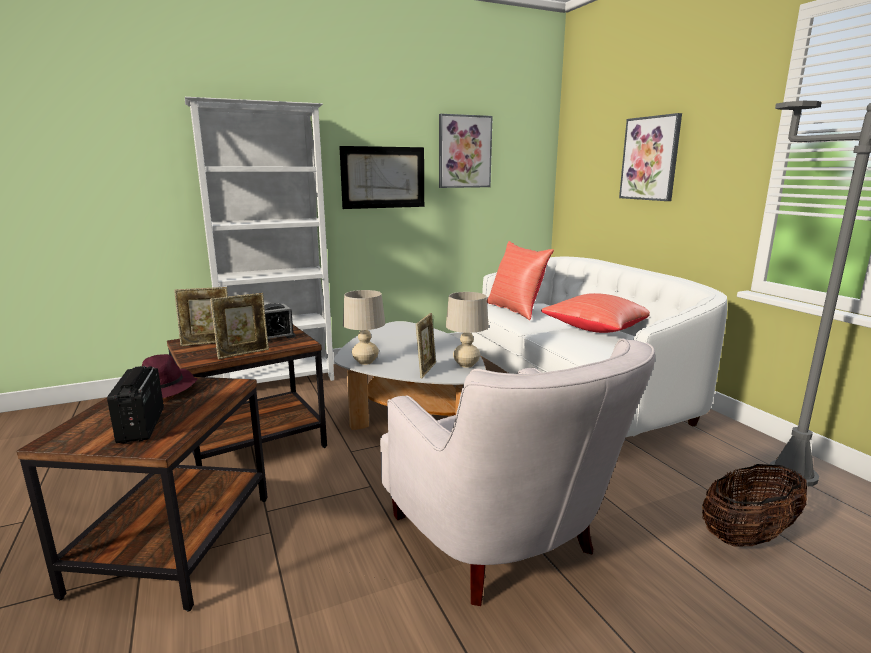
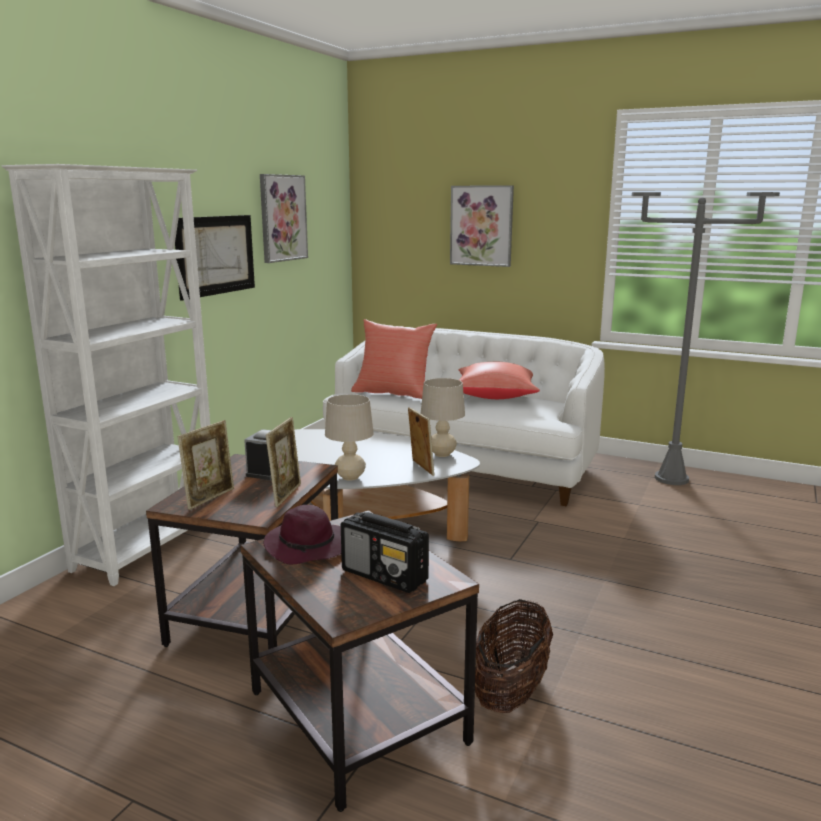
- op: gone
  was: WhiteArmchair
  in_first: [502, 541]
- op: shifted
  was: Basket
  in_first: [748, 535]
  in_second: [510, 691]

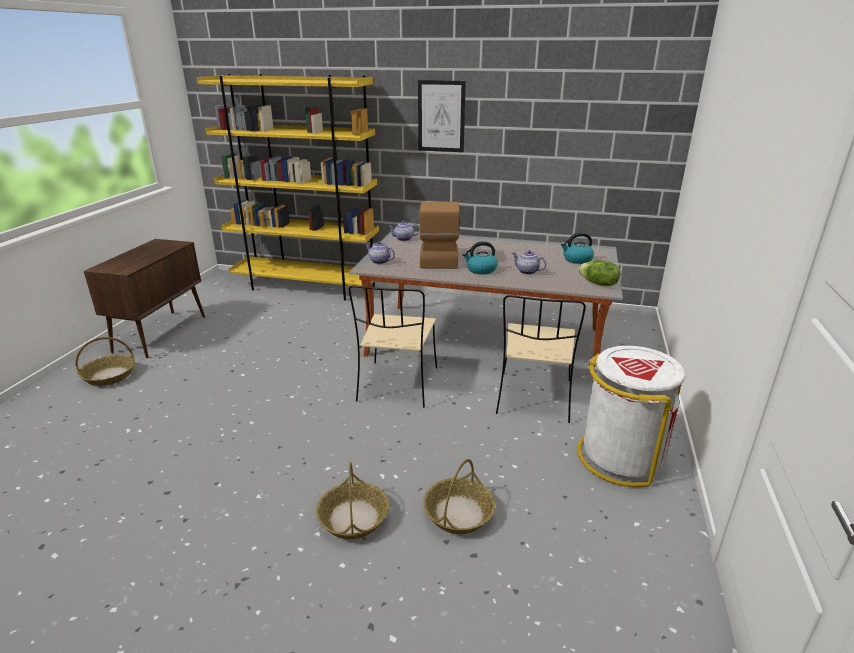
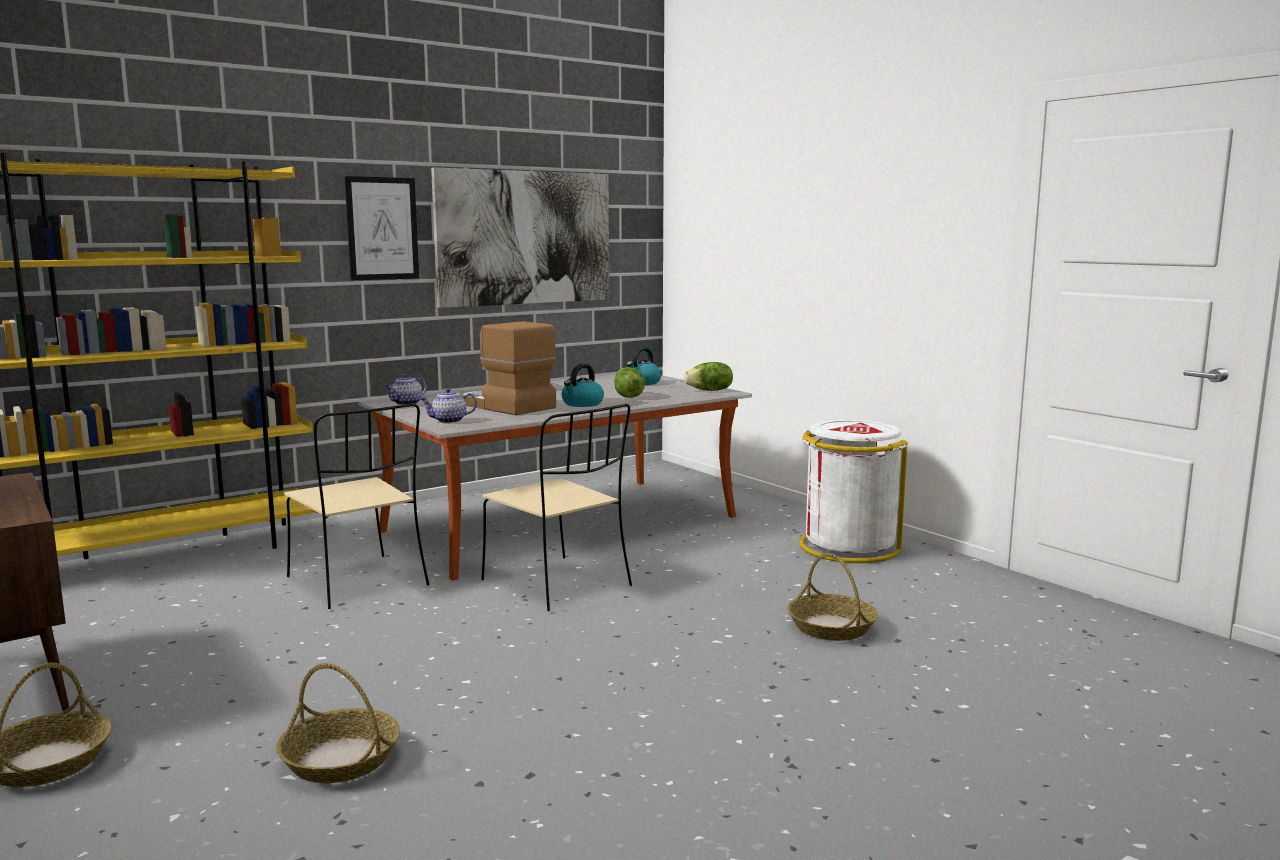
- op: swapped
  was: Teapot
  now: Lettuce
  in_first: [527, 271]
  in_second: [627, 396]
- op: shifted
  was: BeigeChair
  in_first: [534, 398]
  in_second: [359, 582]
- op: shifted
  was: Basket
  in_first: [353, 518]
  in_second: [339, 759]
- op: new
  now: Picture
  in_second: [524, 238]

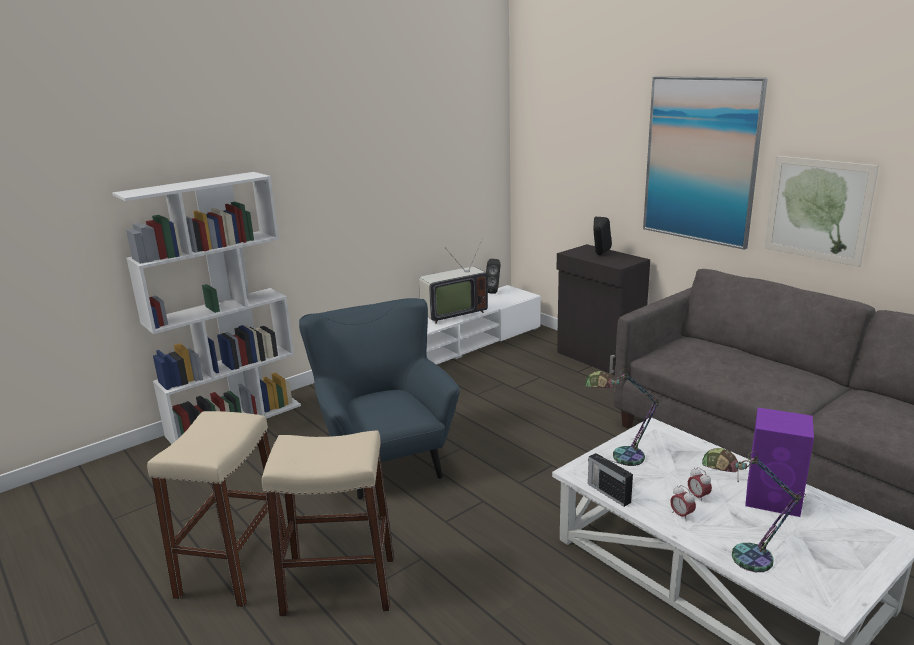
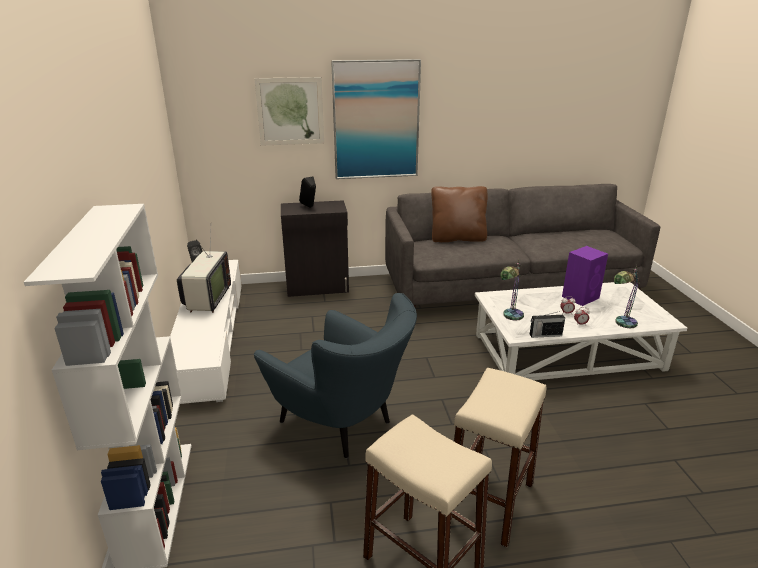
- op: shifted
  was: Picture
  in_first: [817, 209]
  in_second: [290, 111]
- op: rotated
  was: BlueArmchair
  in_first: [384, 458]
  in_second: [342, 425]
  clockwise: -150
- op: new
  now: BrownPillow
  in_second: [457, 238]

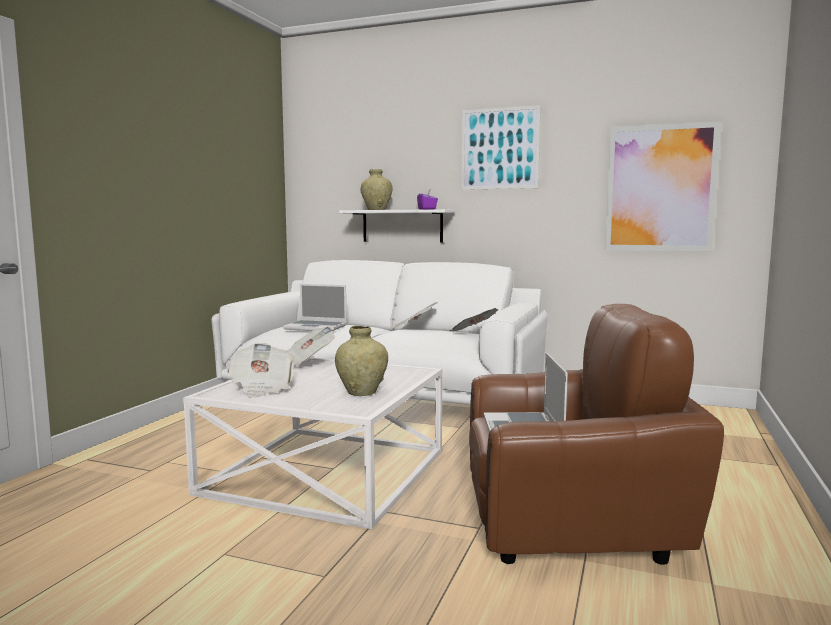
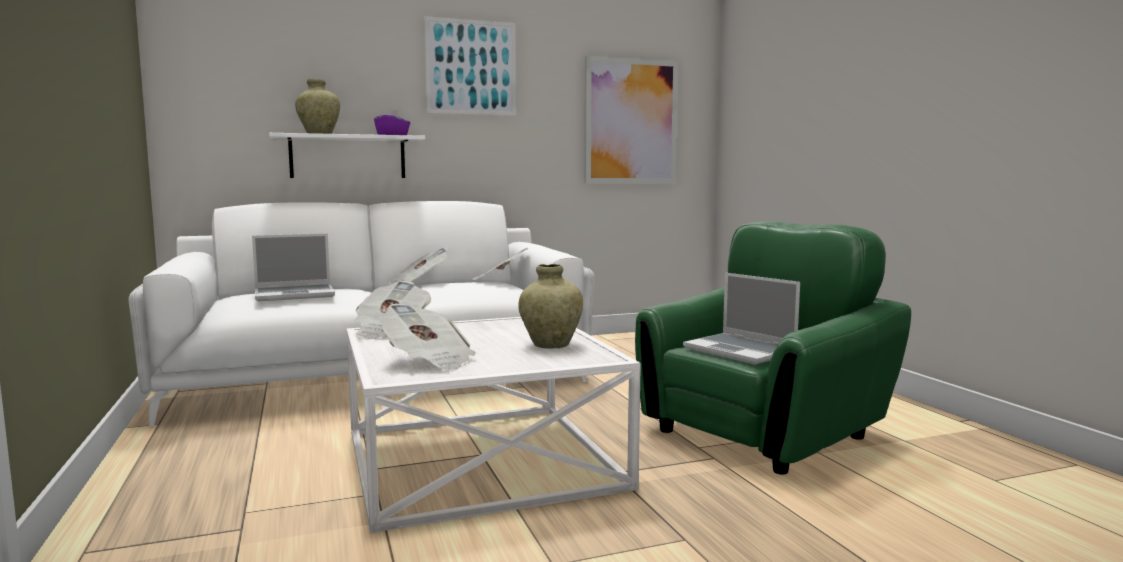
- op: repainted
  was: BrownArmchair
  now: GreenArmchair
  in_first: [571, 523]
  in_second: [763, 433]

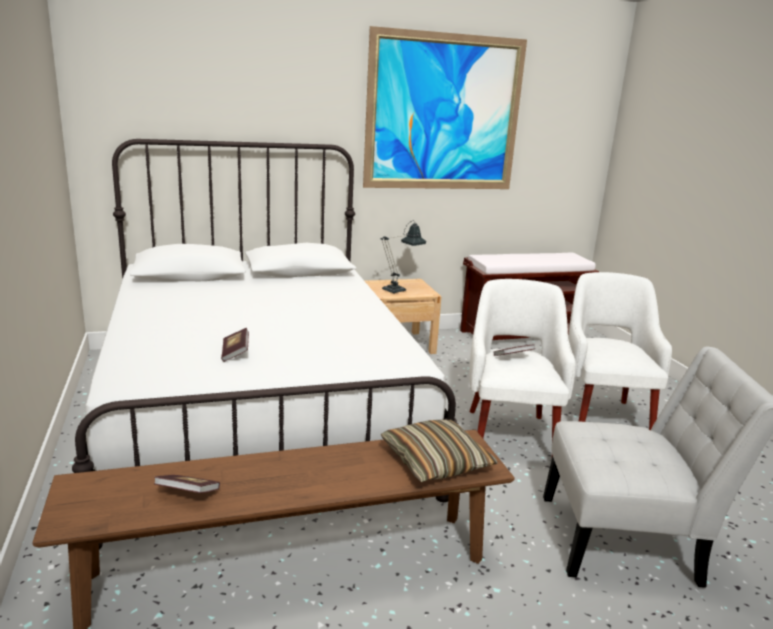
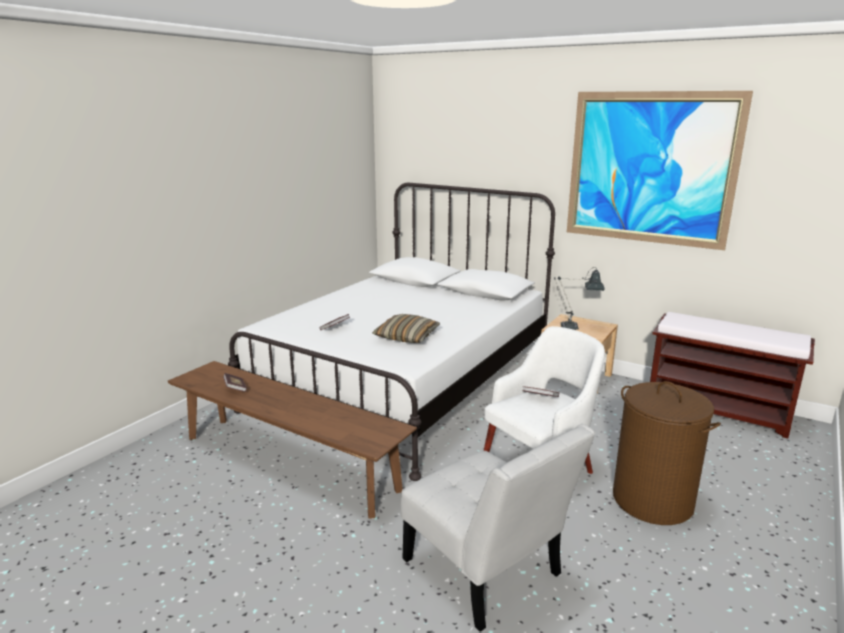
- op: swapped
  was: WhiteArmchair
  now: BrownLaundryBasket
  in_first: [601, 418]
  in_second: [653, 500]
- op: shifted
  was: Pillow
  in_first: [435, 461]
  in_second: [407, 336]

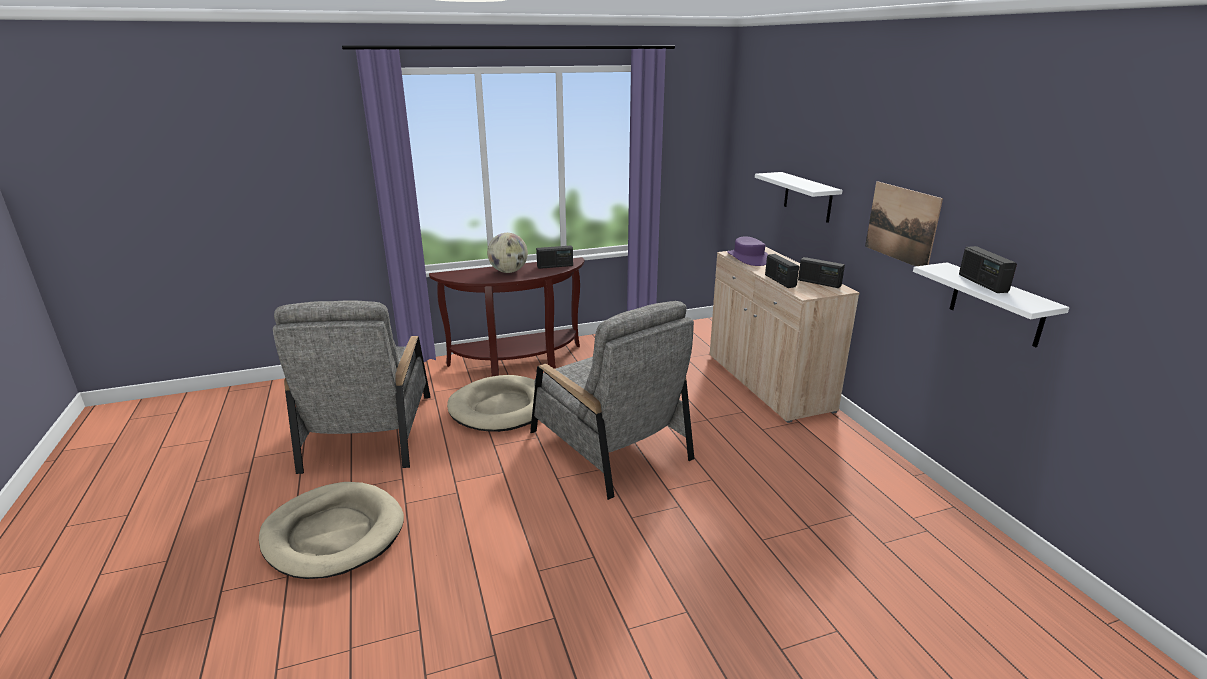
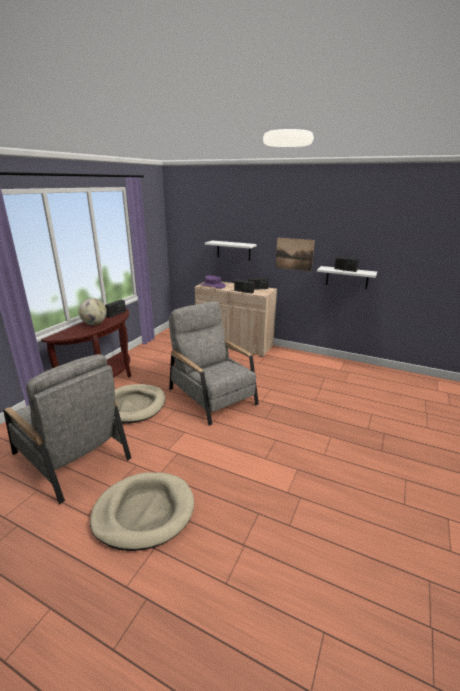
- op: rotated
  was: GreyArmchair
  in_first: [608, 445]
  in_second: [213, 396]
  clockwise: -135

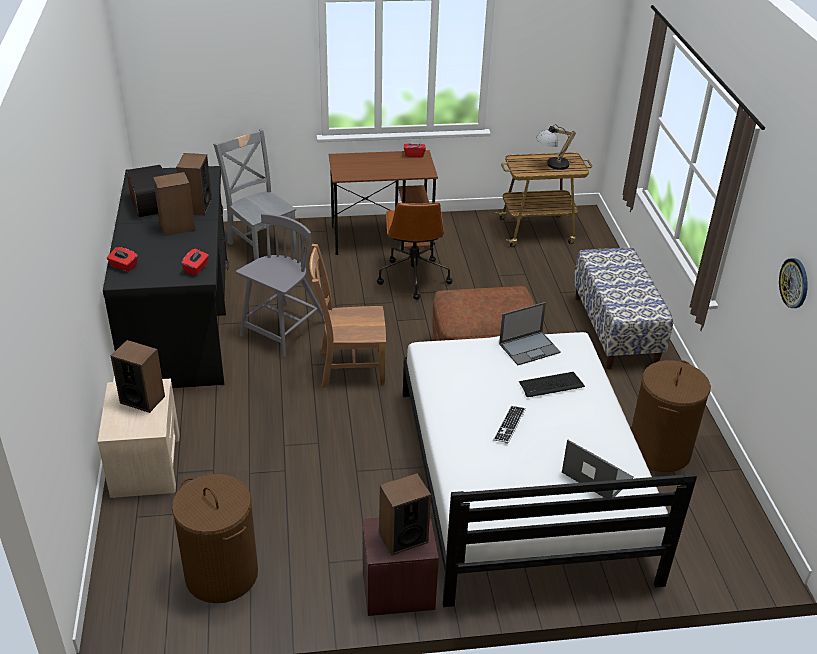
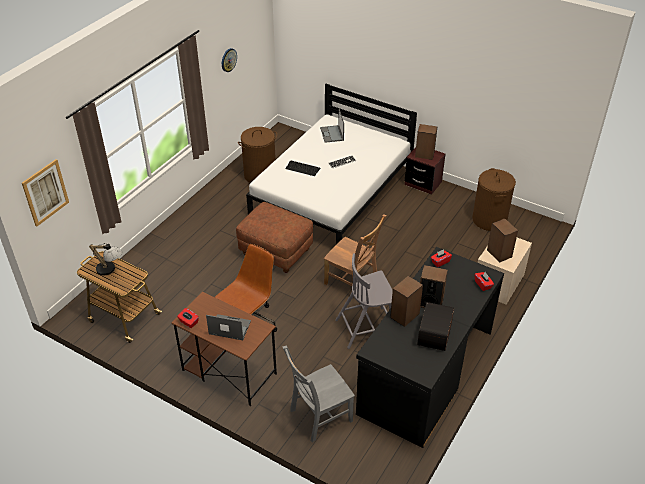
- op: rotated
  was: GreyChair
  in_first: [261, 245]
  in_second: [318, 416]
  clockwise: 60
- op: gone
  was: Bench
  in_first: [615, 330]
- op: shifted
  was: Laptop
  in_first: [530, 348]
  in_second: [229, 327]
- op: new
  now: Picture
  in_second: [45, 192]

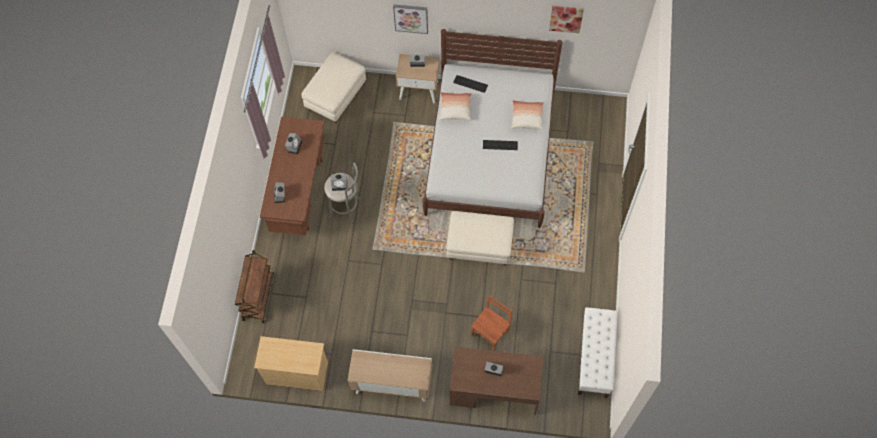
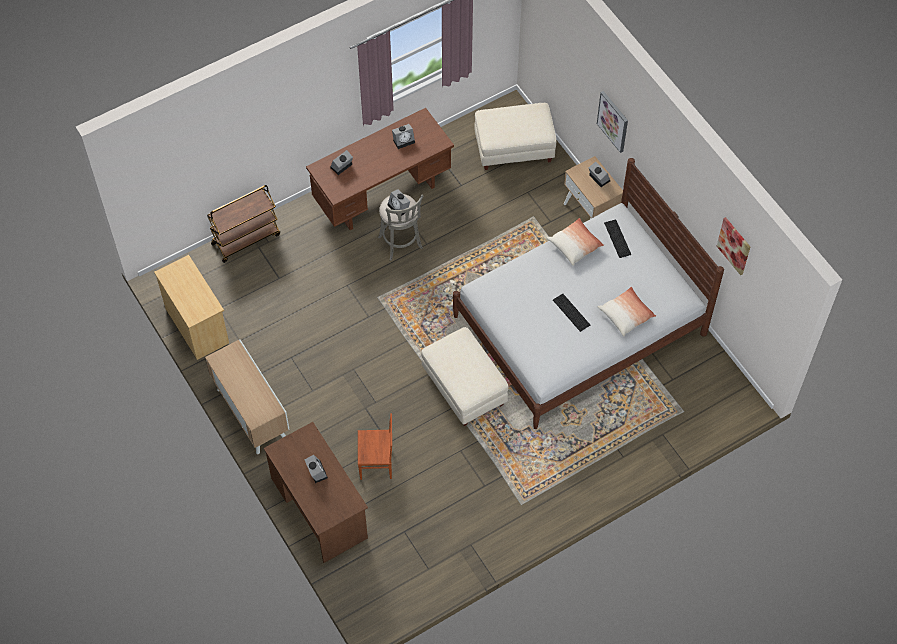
- op: gone
  was: WhiteBench
  in_first: [594, 359]

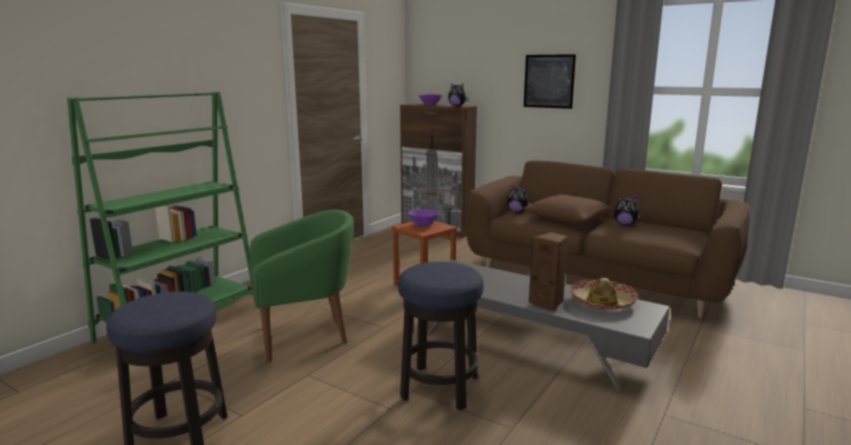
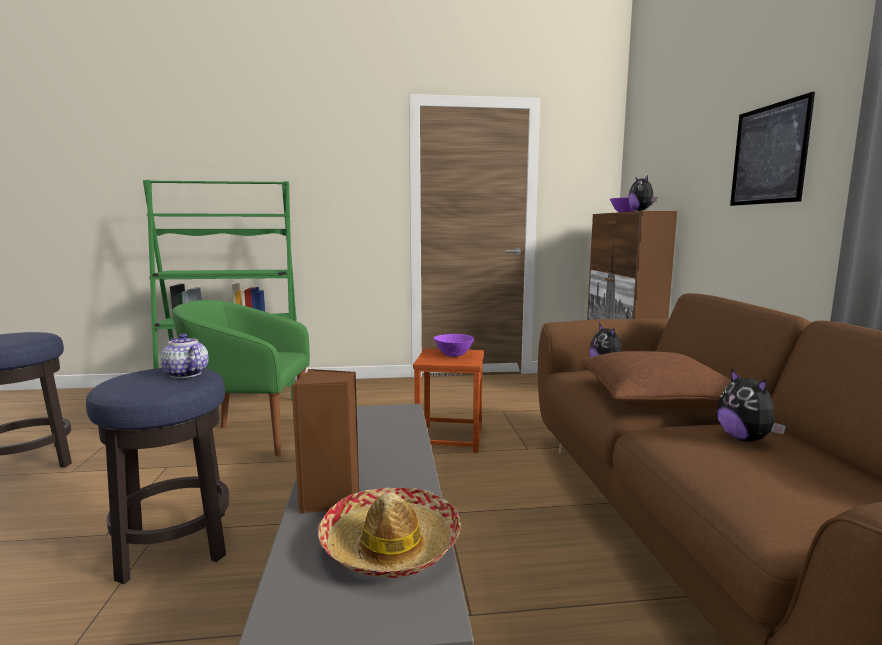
- op: rotated
  was: GreenArmchair
  in_first: [305, 336]
  in_second: [250, 437]
  clockwise: 150
- op: new
  now: Teapot
  in_second: [186, 374]

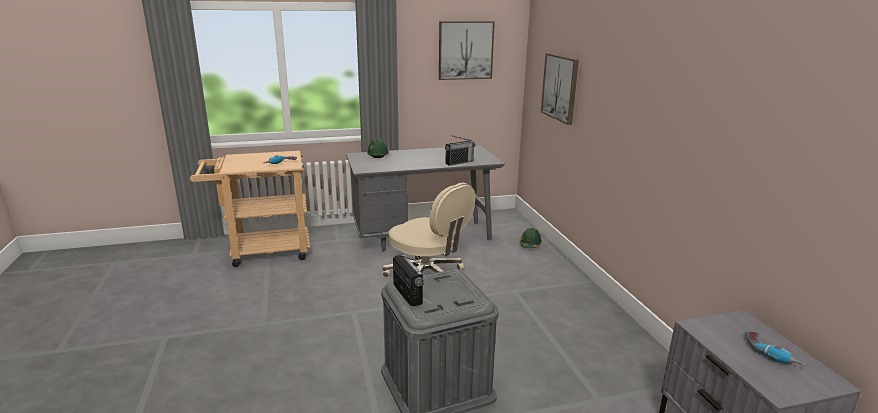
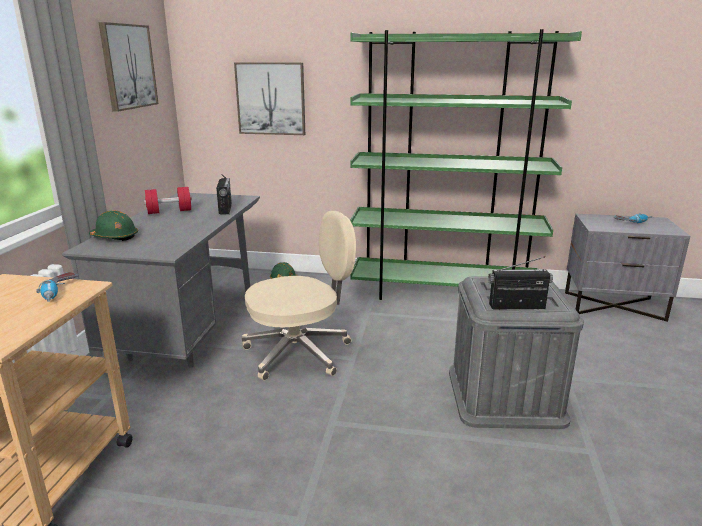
- op: new
  now: GreenBookcase
  in_second: [444, 293]
- op: new
  now: RedDumbbell
  in_second: [169, 211]

